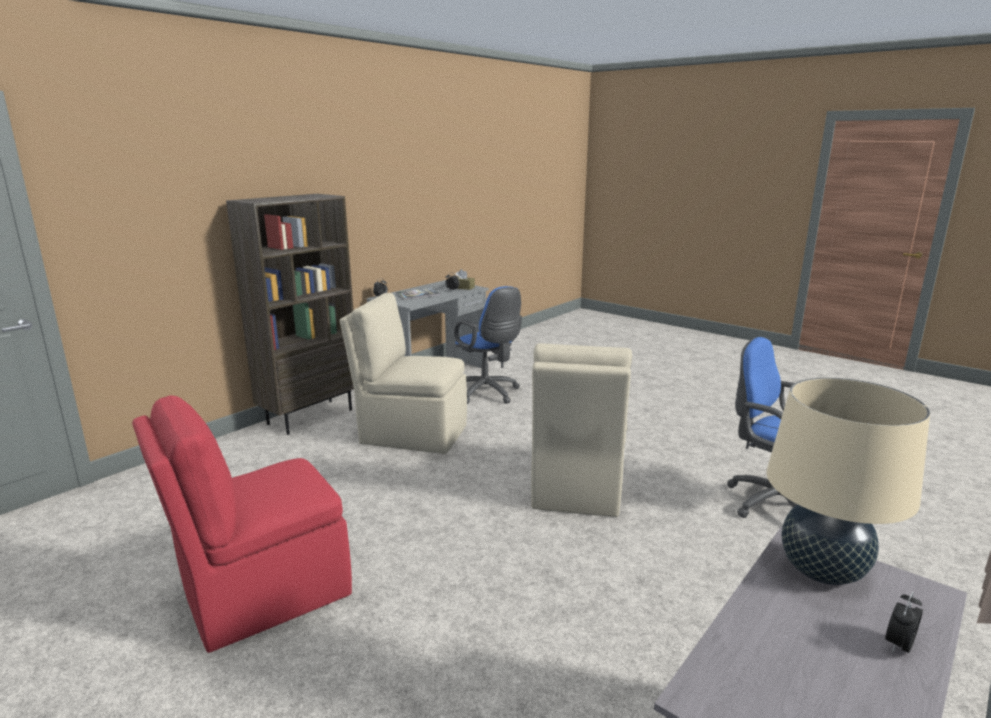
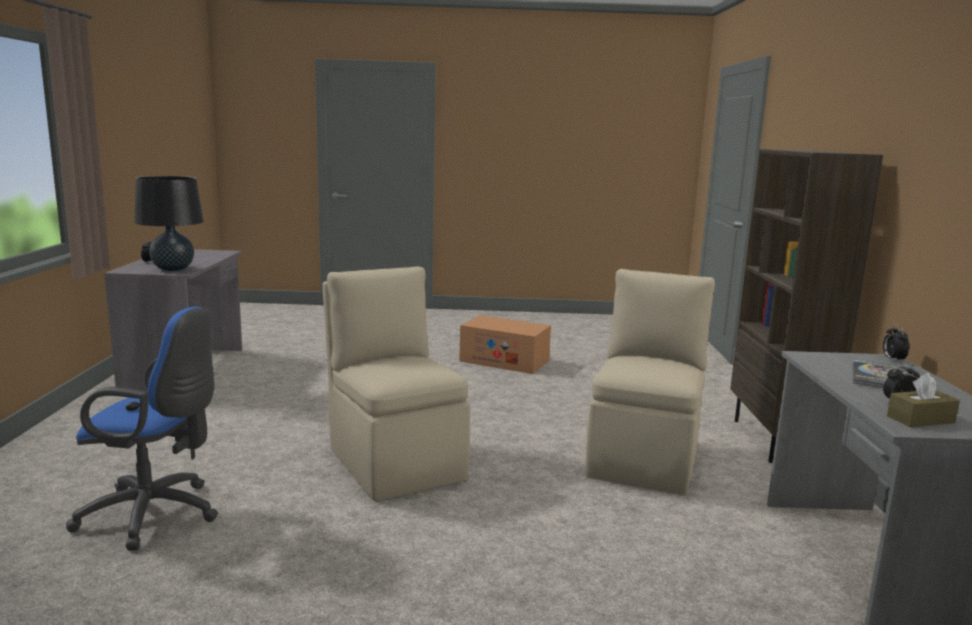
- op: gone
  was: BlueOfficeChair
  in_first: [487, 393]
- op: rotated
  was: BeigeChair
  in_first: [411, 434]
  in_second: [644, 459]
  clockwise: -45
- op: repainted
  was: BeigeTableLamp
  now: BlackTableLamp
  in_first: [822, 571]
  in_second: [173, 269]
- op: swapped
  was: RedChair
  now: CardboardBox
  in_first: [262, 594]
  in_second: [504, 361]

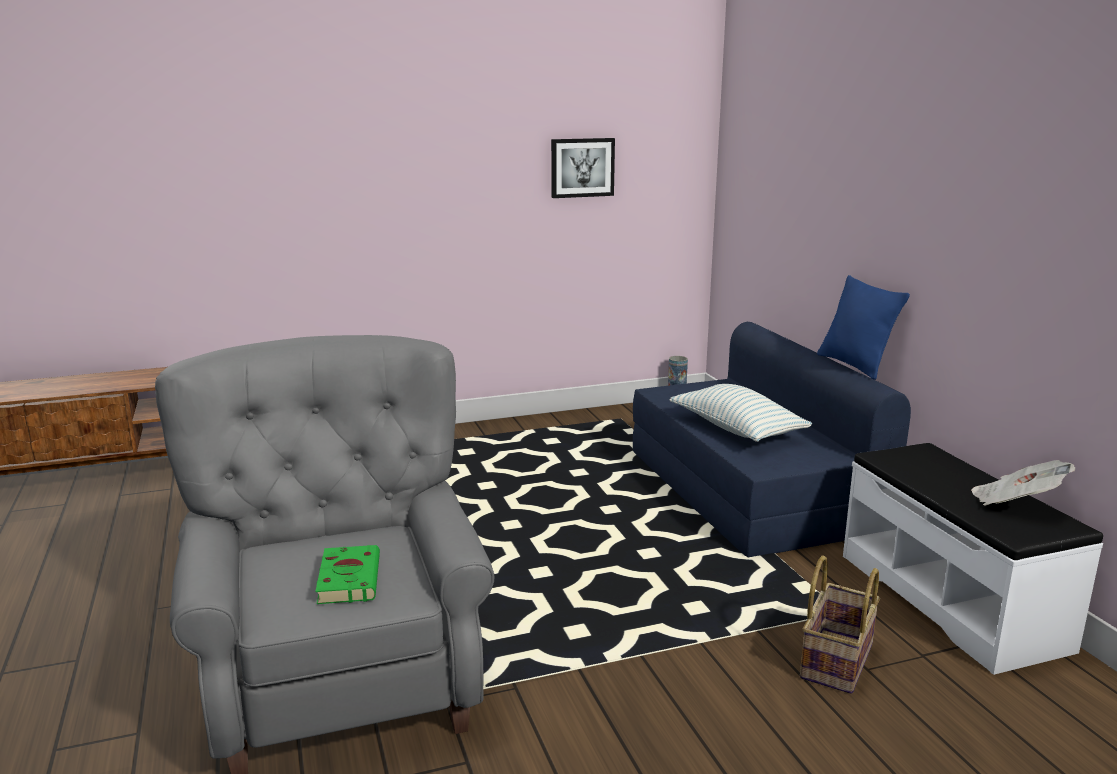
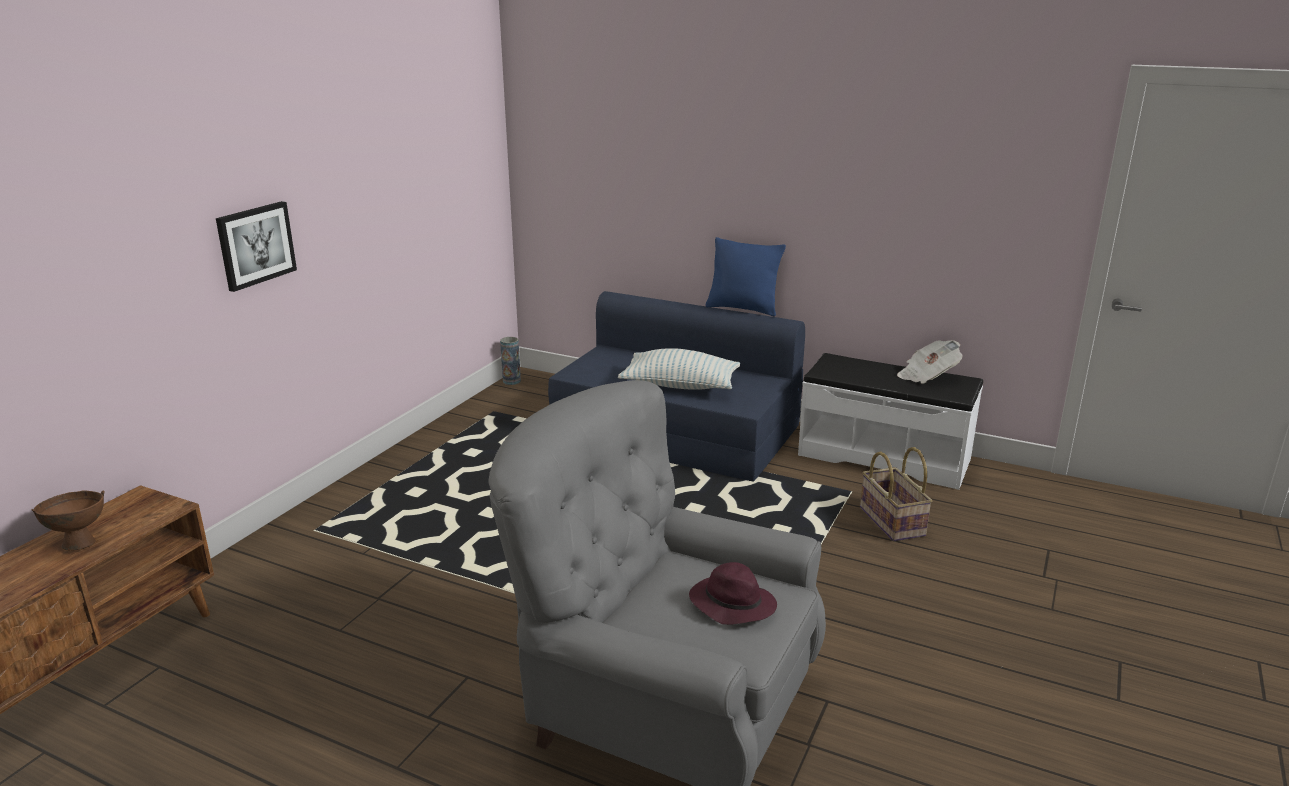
- op: shifted
  was: Picture
  in_first: [582, 167]
  in_second: [255, 245]
- op: swapped
  was: GreenBook
  now: PurpleHat
  in_first: [349, 578]
  in_second: [731, 604]
- op: new
  now: BrownBowl
  in_second: [79, 543]

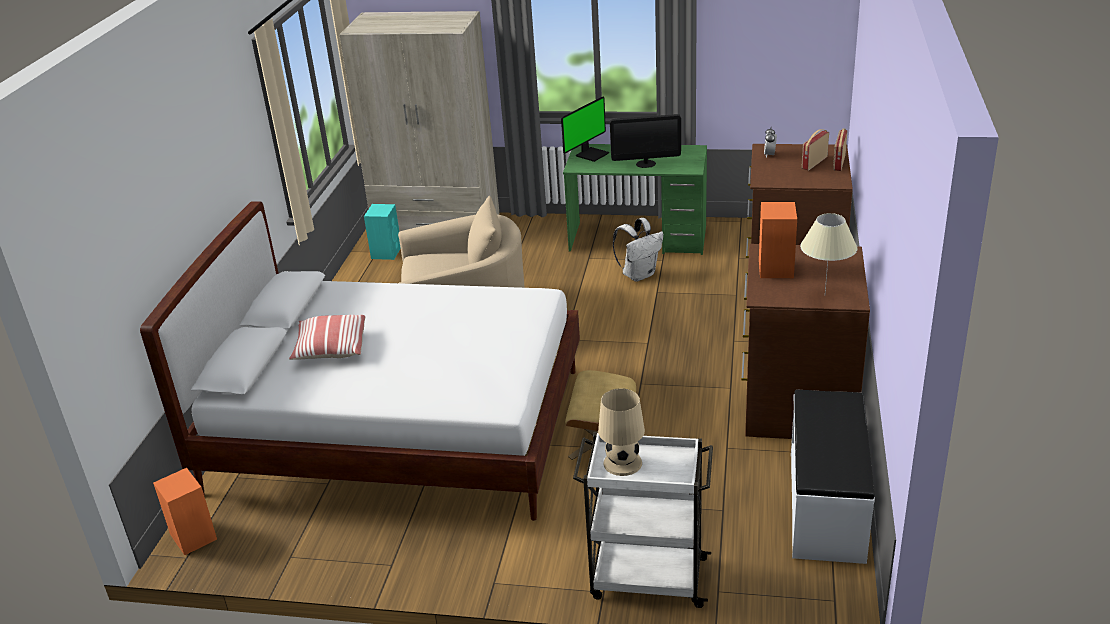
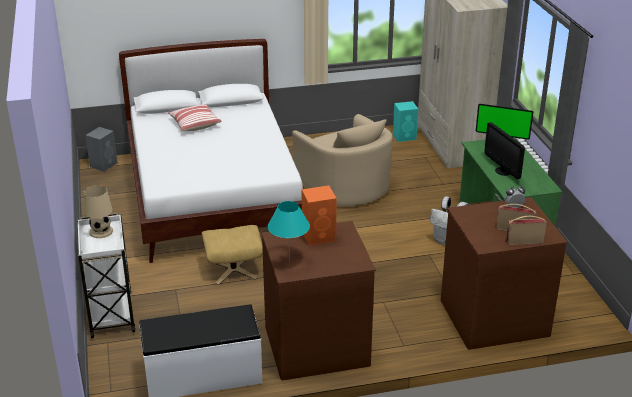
- op: repainted
  was: BeigeTableLamp
  now: TurquoiseTableLamp
  in_first: [824, 295]
  in_second: [289, 261]
- op: repainted
  was: OrangeSpeaker
  now: GreySpeaker
  in_first: [193, 536]
  in_second: [104, 164]

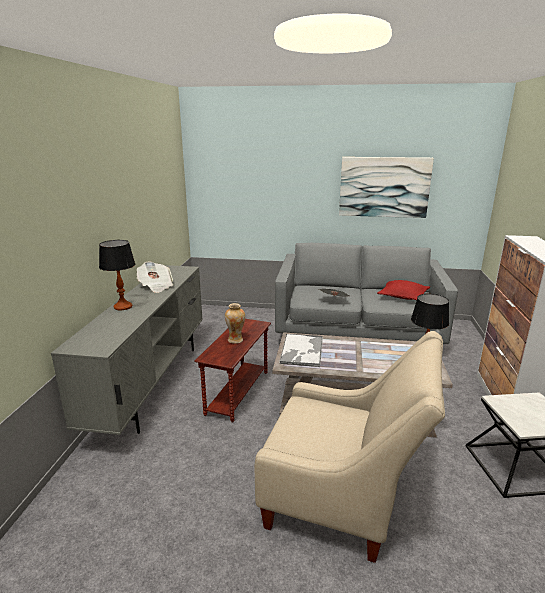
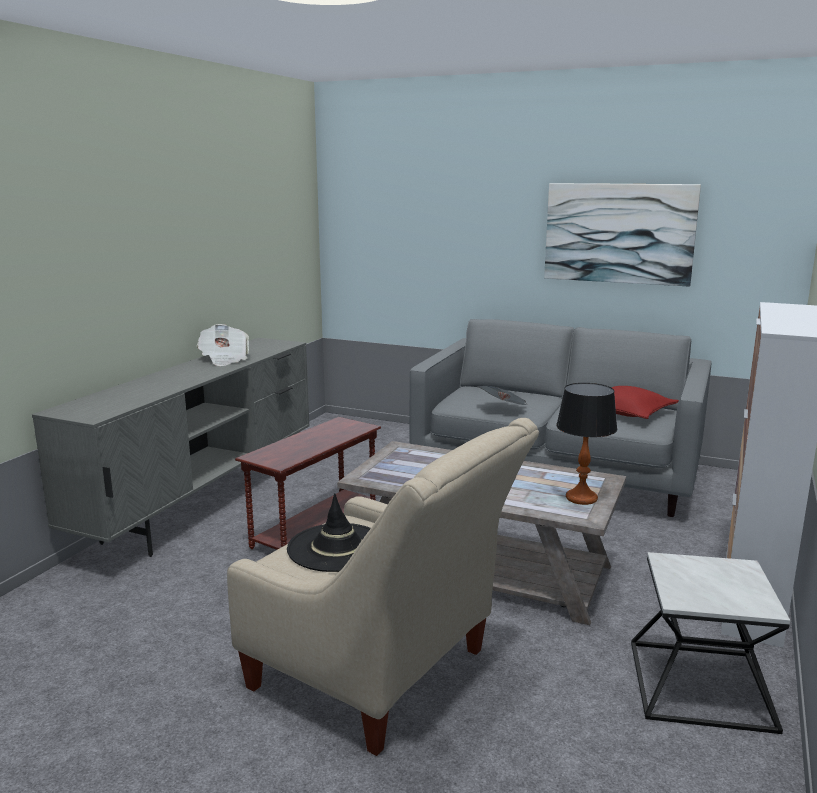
- op: gone
  was: TableLamp
  in_first: [123, 307]
- op: gone
  was: Vase
  in_first: [235, 340]
- op: gone
  was: Tray
  in_first: [302, 351]
- op: new
  now: BlackHat
  in_second: [337, 548]

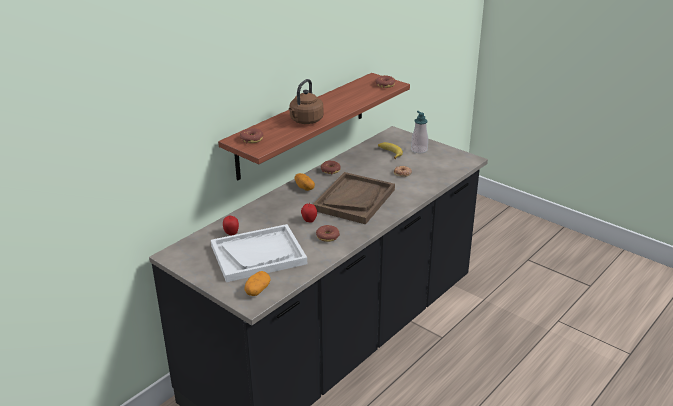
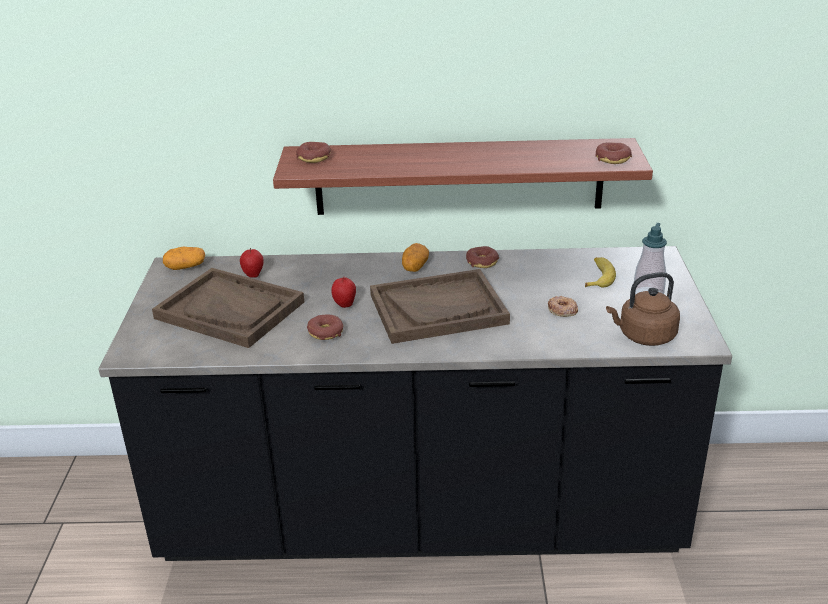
- op: shifted
  was: BrownKettle
  in_first: [305, 121]
  in_second: [644, 336]
- op: repainted
  was: WhiteTray
  now: BrownTray
  in_first: [258, 255]
  in_second: [230, 310]
- op: shifted
  was: Potato
  in_first: [257, 290]
  in_second: [185, 267]

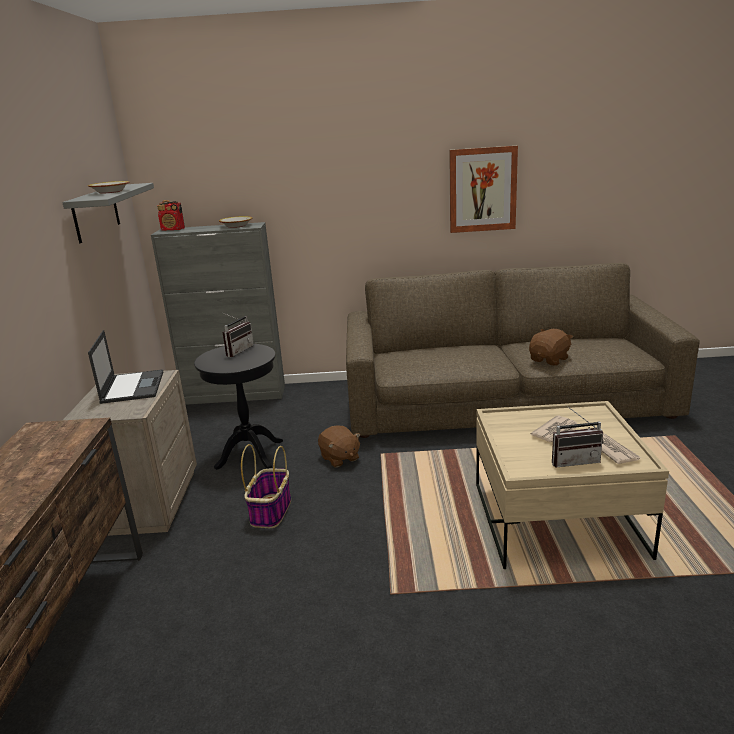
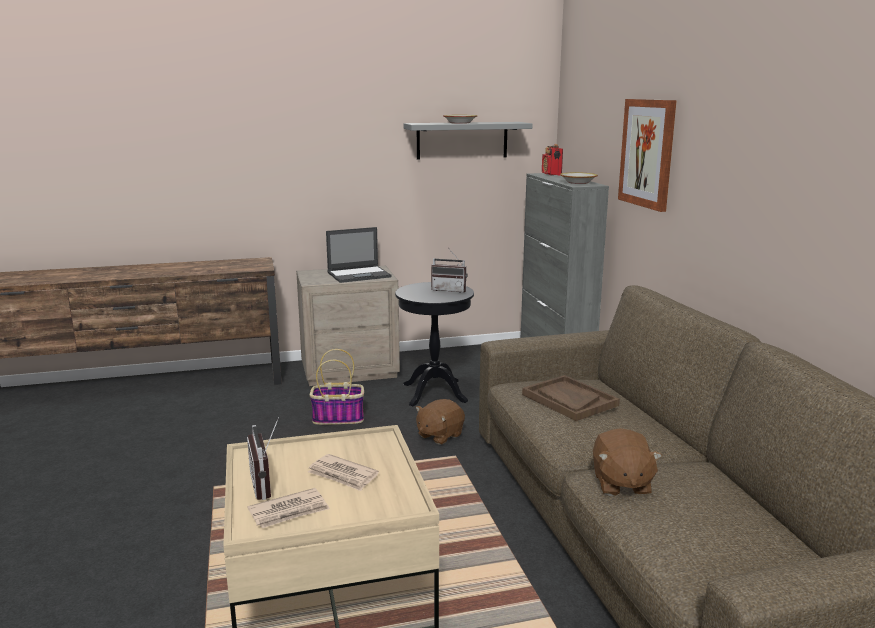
- op: shifted
  was: Picture
  in_first: [482, 189]
  in_second: [647, 153]
- op: rotated
  was: BrownPlushToy
  in_first: [549, 360]
  in_second: [621, 484]
  clockwise: 60
- op: new
  now: BrownTray
  in_second: [569, 400]

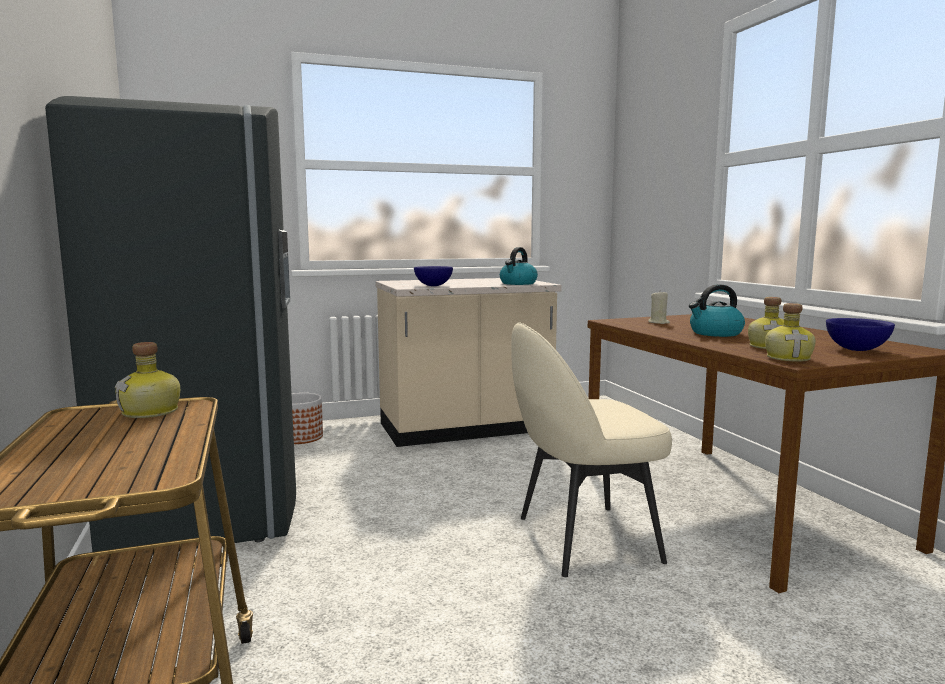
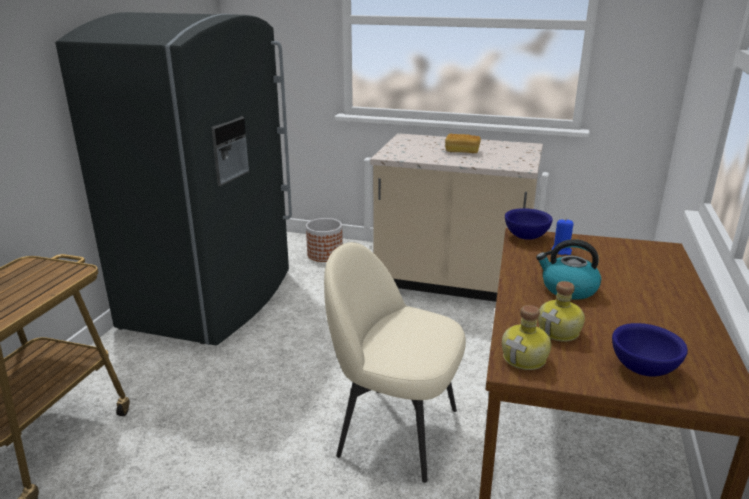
- op: gone
  was: Kettle
  in_first: [518, 283]
- op: shifted
  was: BlueBowl
  in_first: [433, 285]
  in_second: [526, 237]
- op: repainted
  was: BeigeCandle
  now: BlueCandle
  in_first: [658, 322]
  in_second: [561, 251]
- op: gone
  was: Bottle
  in_first: [152, 412]
- op: new
  now: Bread
  in_second: [462, 151]

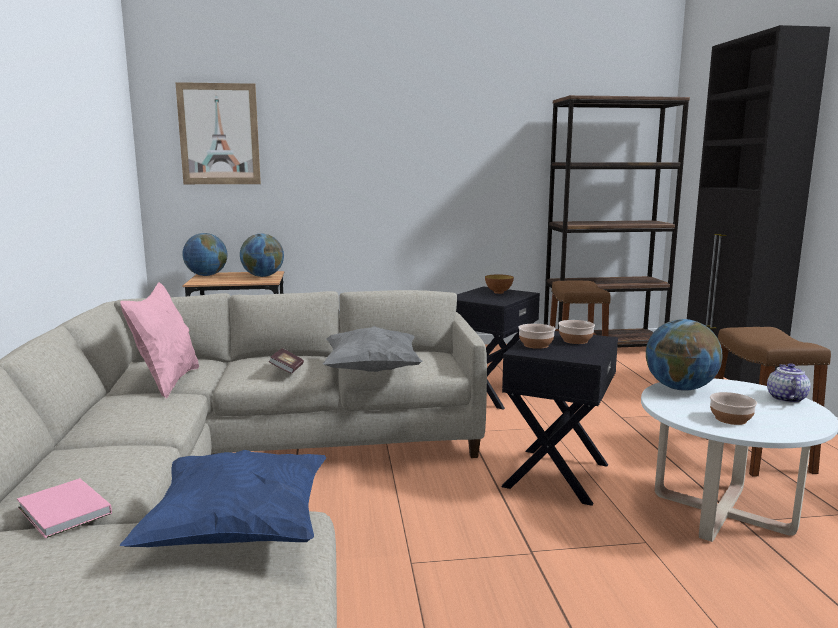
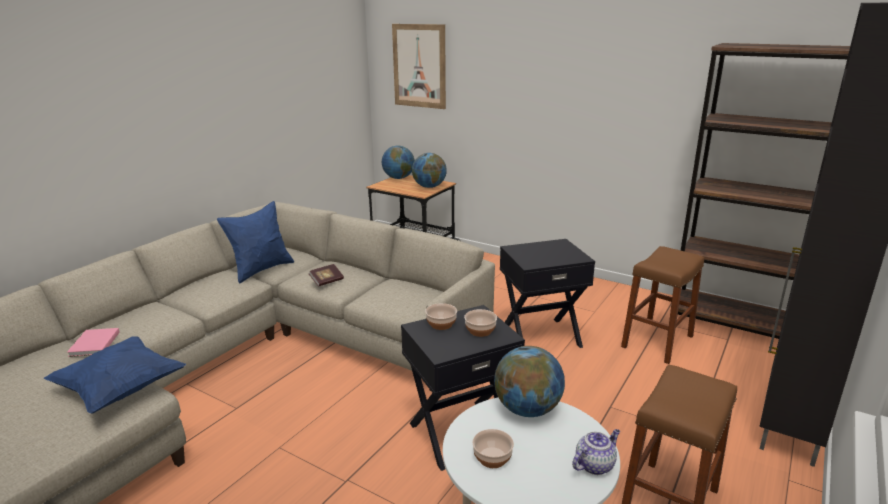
- op: gone
  was: Bowl
  in_first: [498, 292]
- op: repainted
  was: PinkPillow
  now: BluePillow
  in_first: [167, 382]
  in_second: [261, 270]
- op: gone
  was: GreyPillow
  in_first: [372, 370]

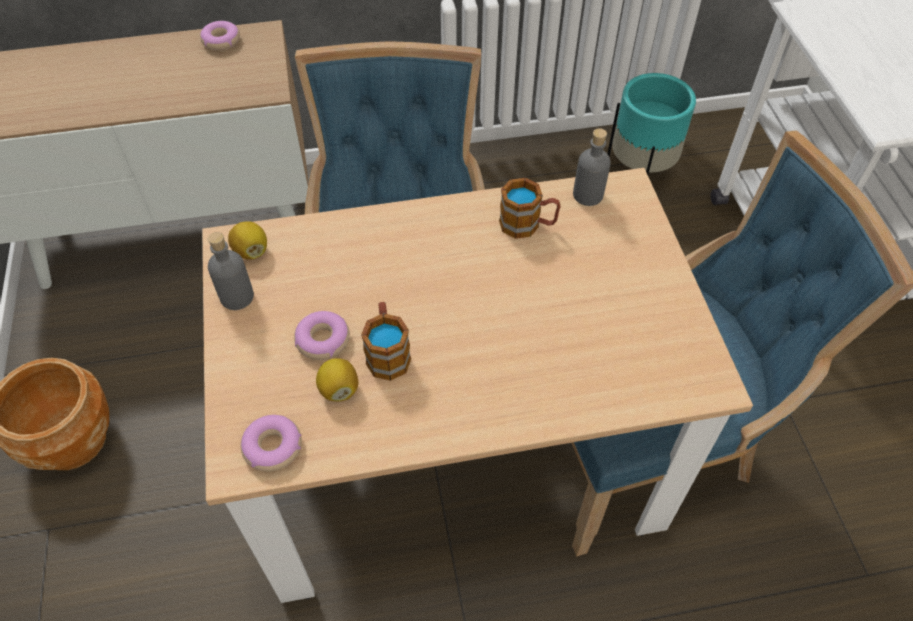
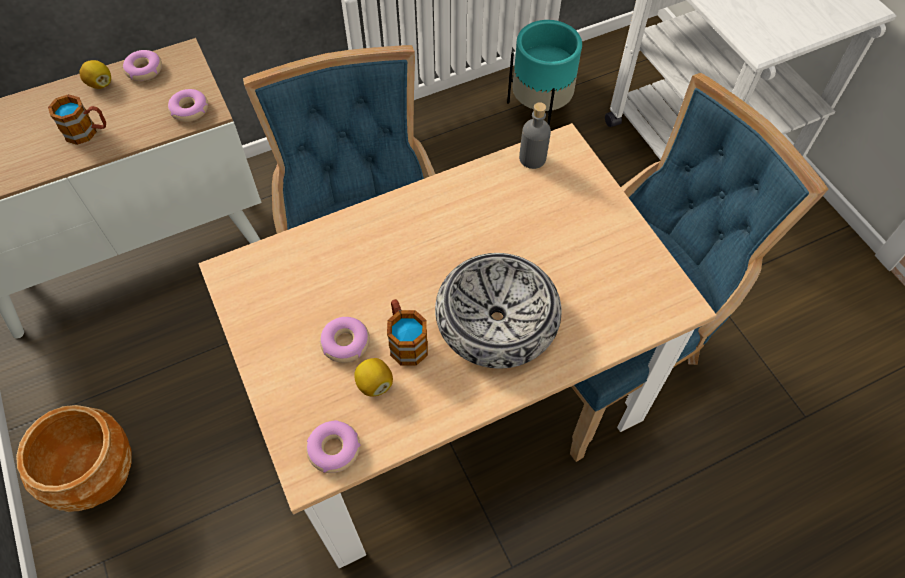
- op: shifted
  was: Mug
  in_first: [527, 225]
  in_second: [87, 132]
- op: shifted
  was: Lemon
  in_first: [251, 251]
  in_second: [100, 84]
- op: gone
  was: GreyBottle
  in_first: [237, 297]
- op: new
  now: Donut
  in_second: [190, 110]
- op: new
  now: Bowl
  in_second: [497, 319]

